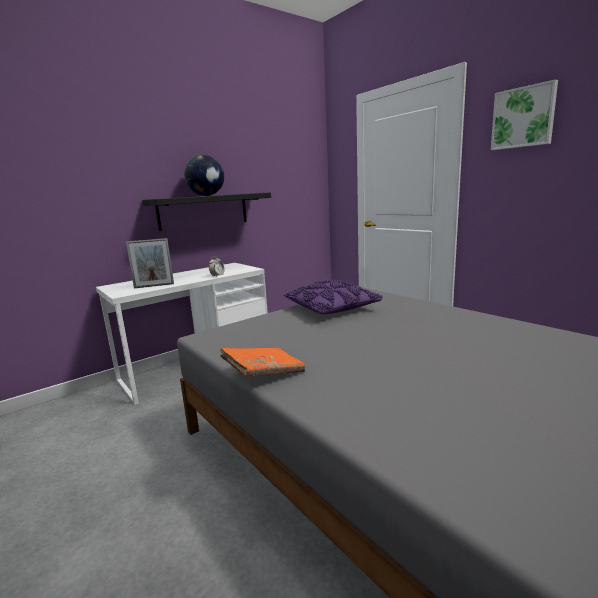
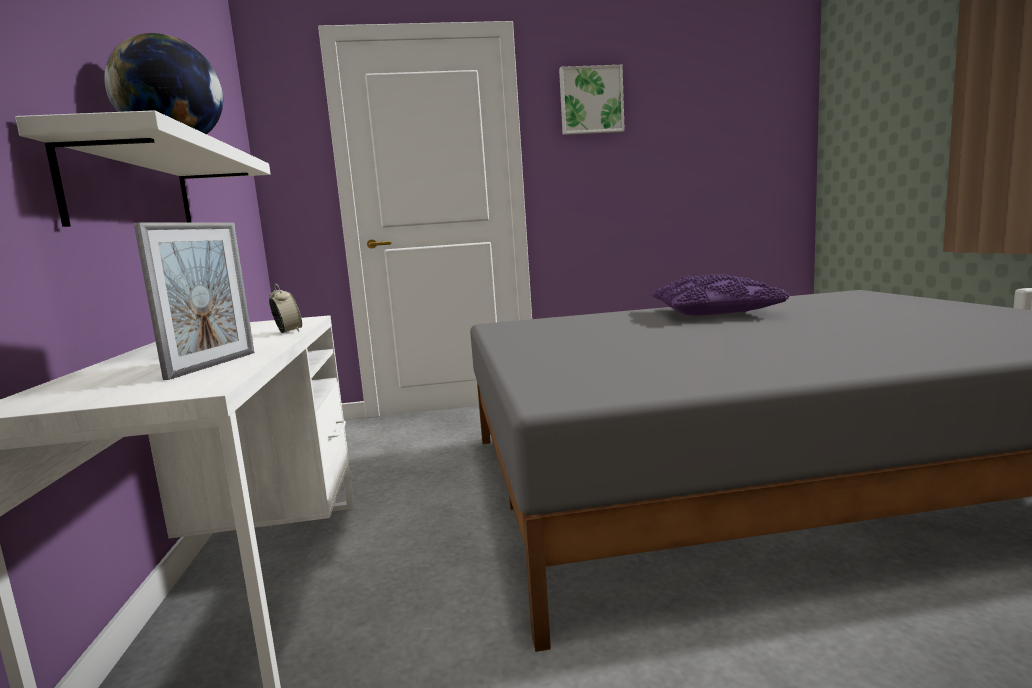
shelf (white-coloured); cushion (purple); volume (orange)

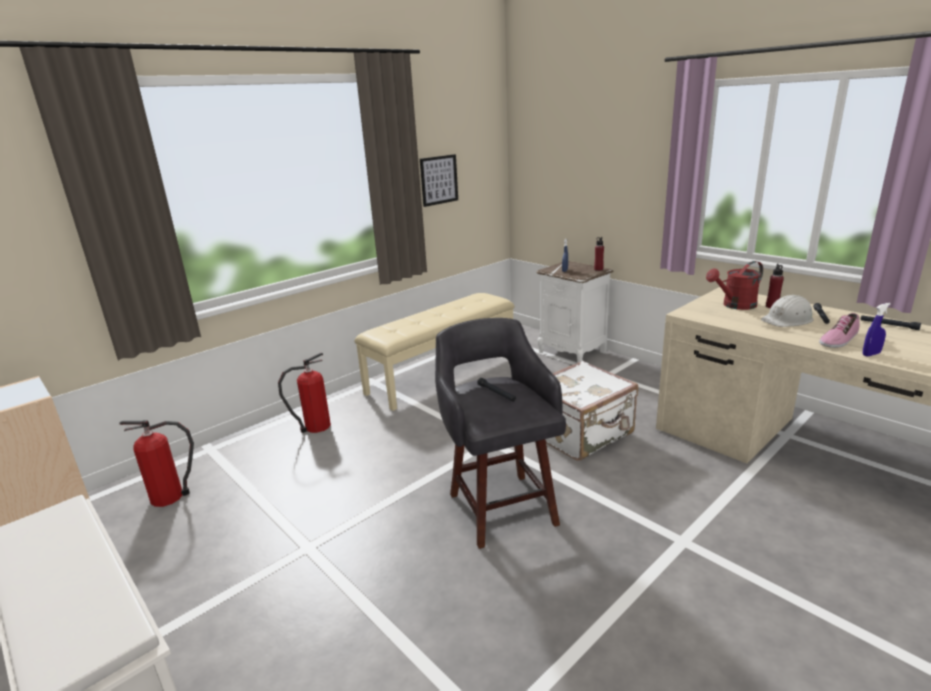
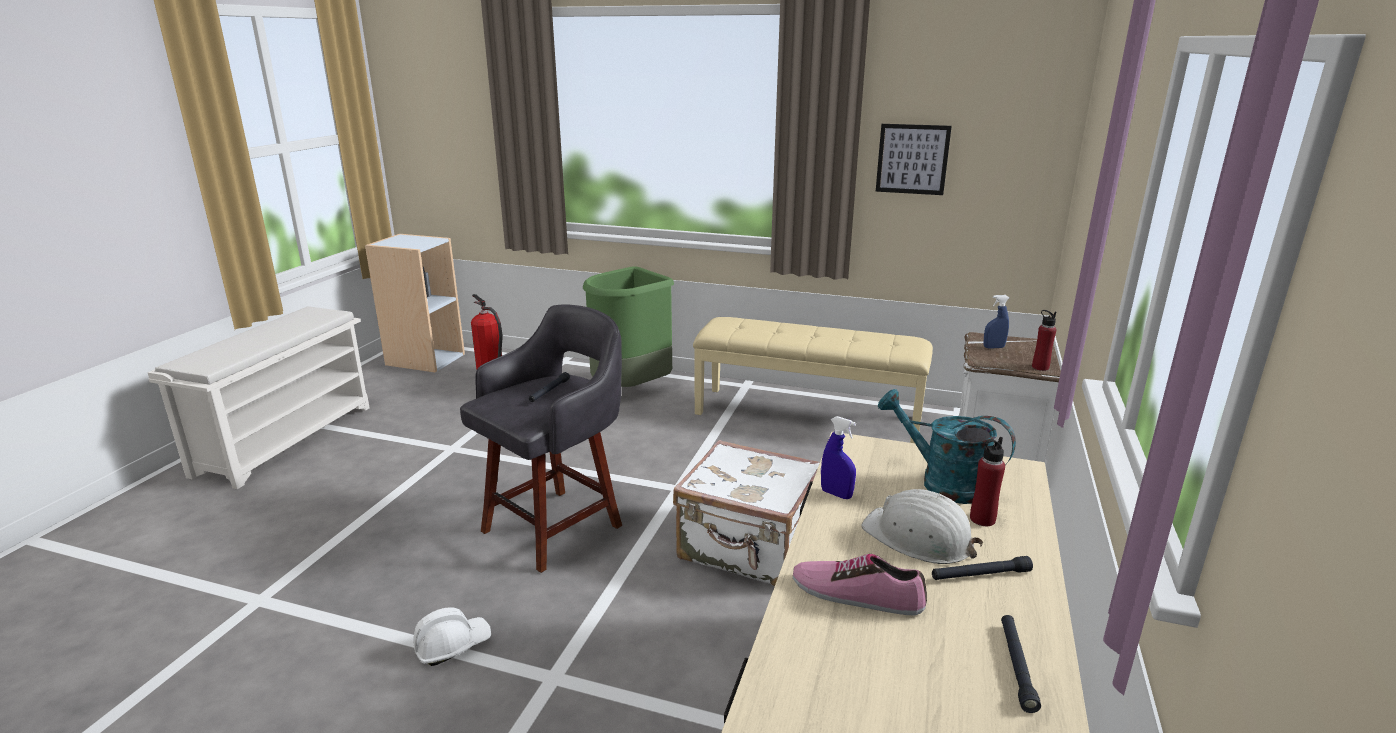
work helmet (white-coloured) (1st from left); waste bin (green); hand sprayer (blue-coloured) (1st from left); sprinkling can (blue-green)

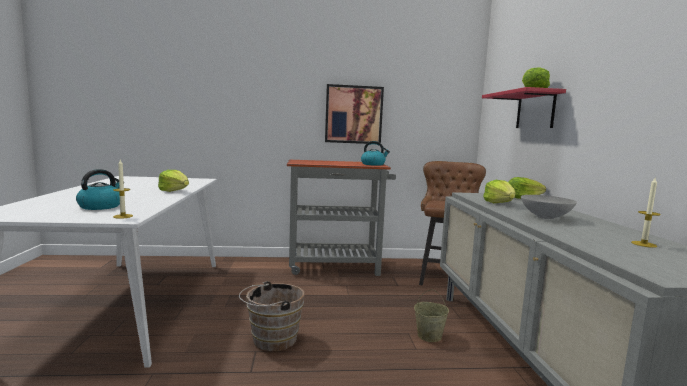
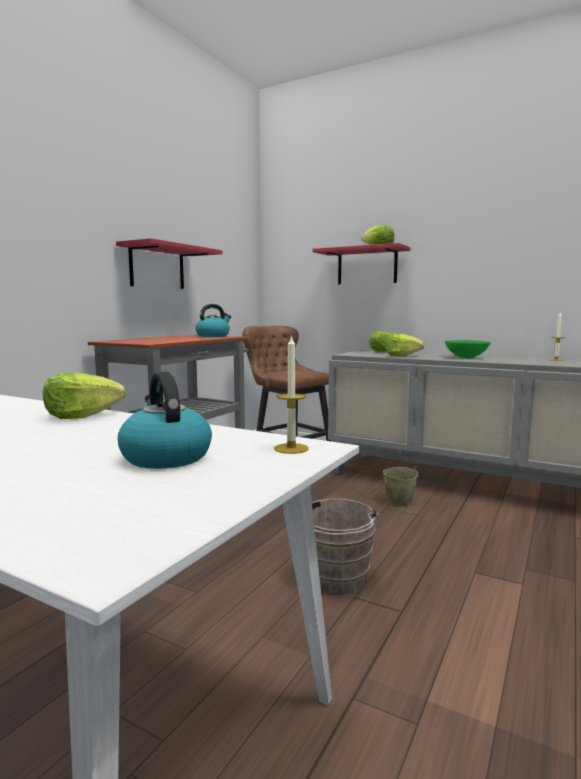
shelf (red) (1st from left); bowl (green)

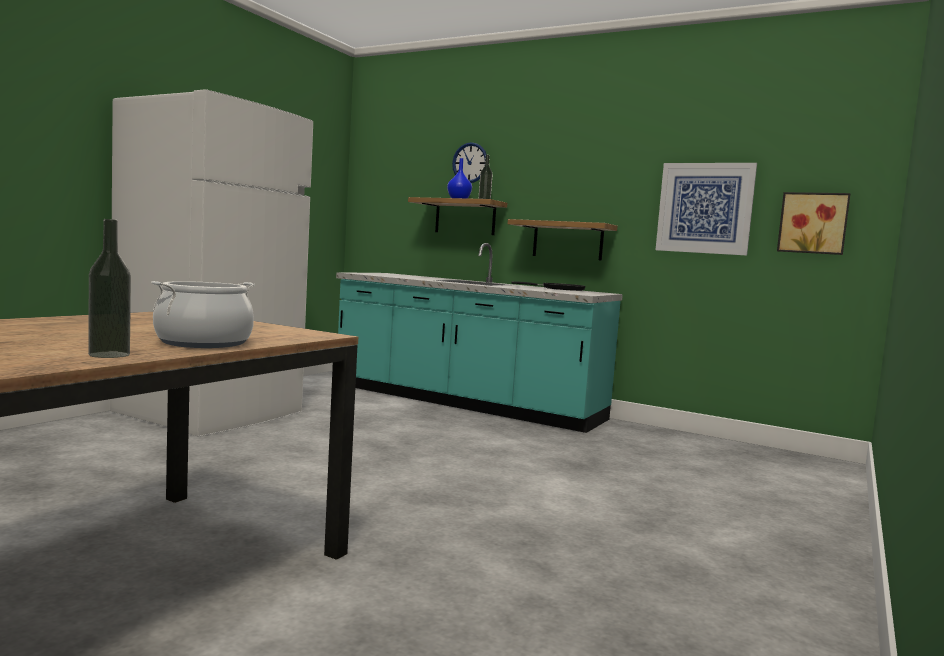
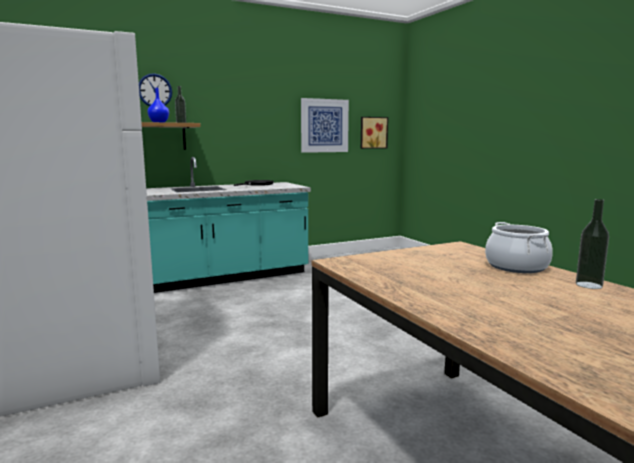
shelf (2nd from left in the first image)

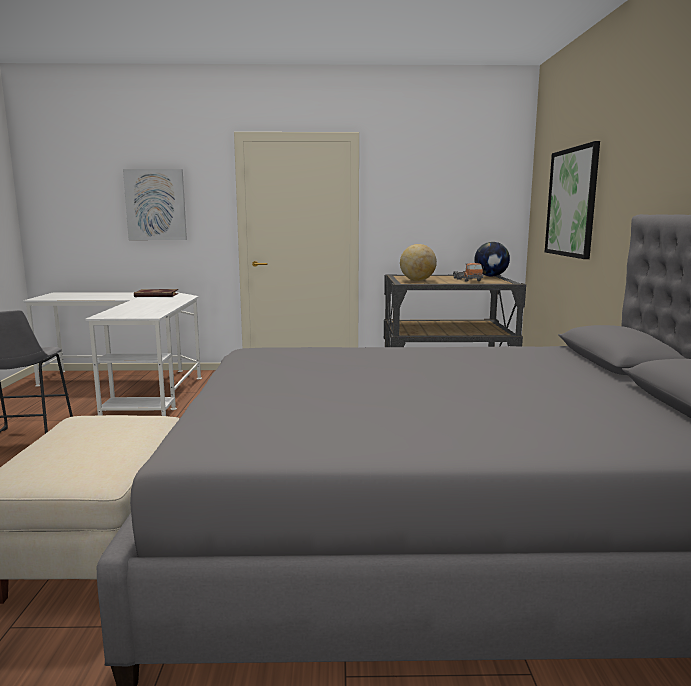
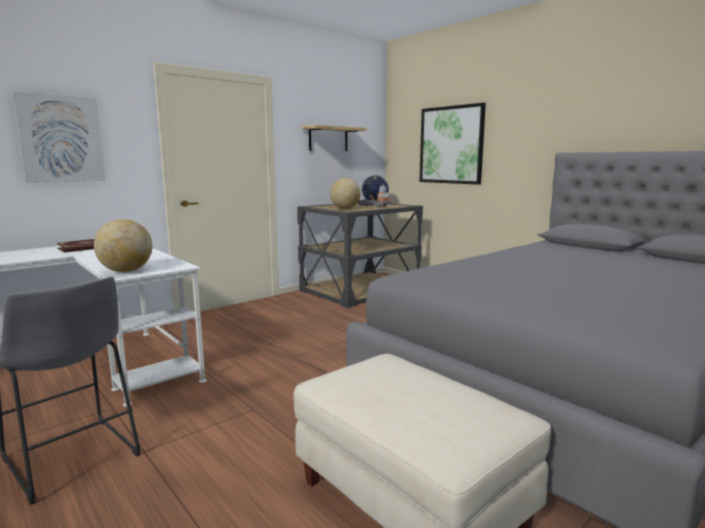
world globe (1st from left); shelf

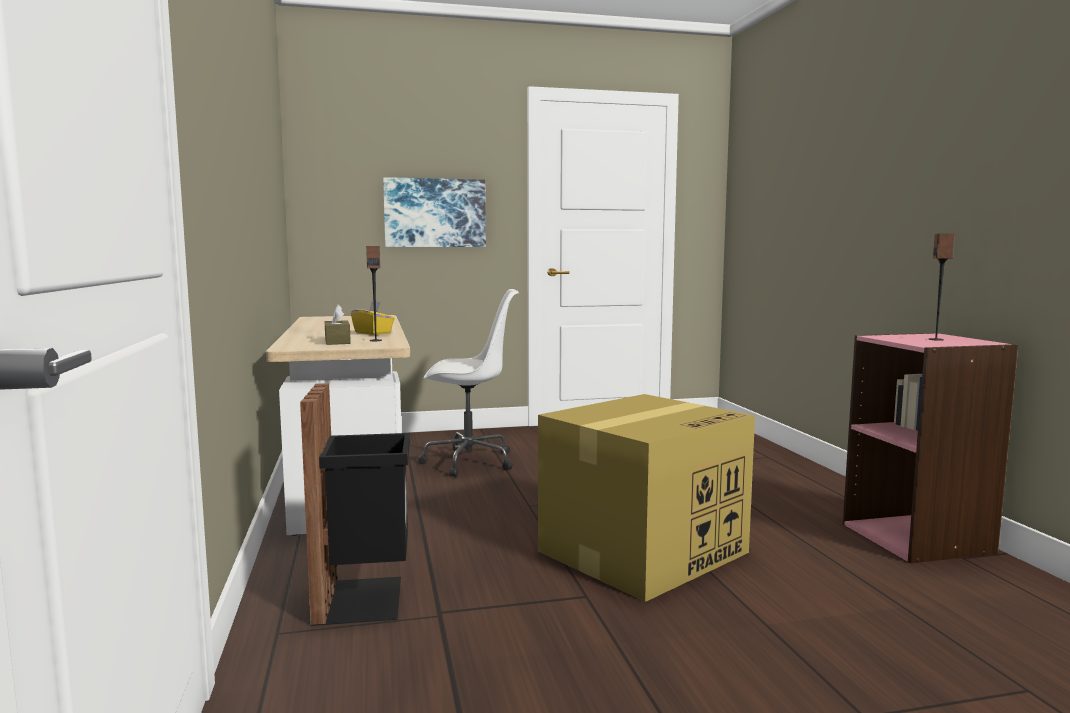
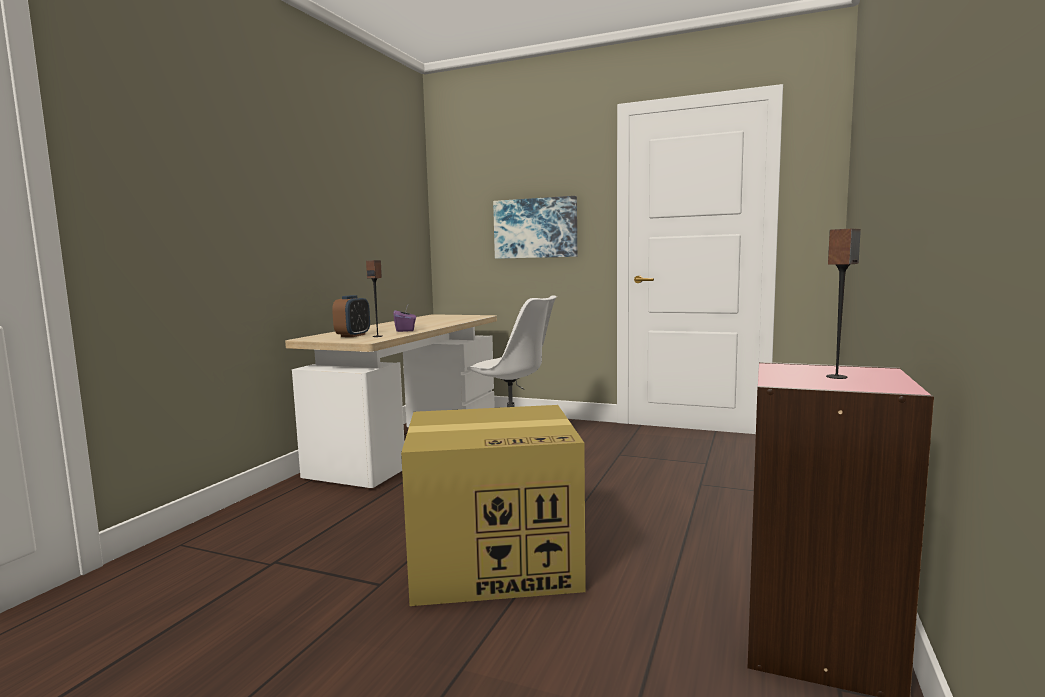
bedside clock; tissue holder (purple); waste bin (blackish)

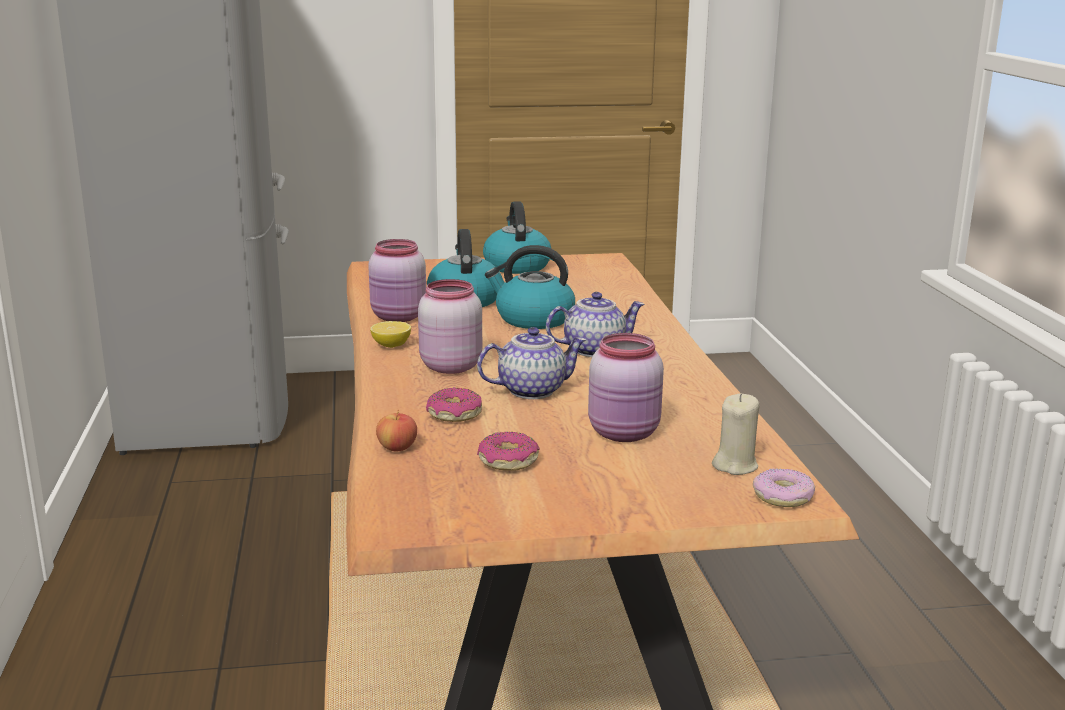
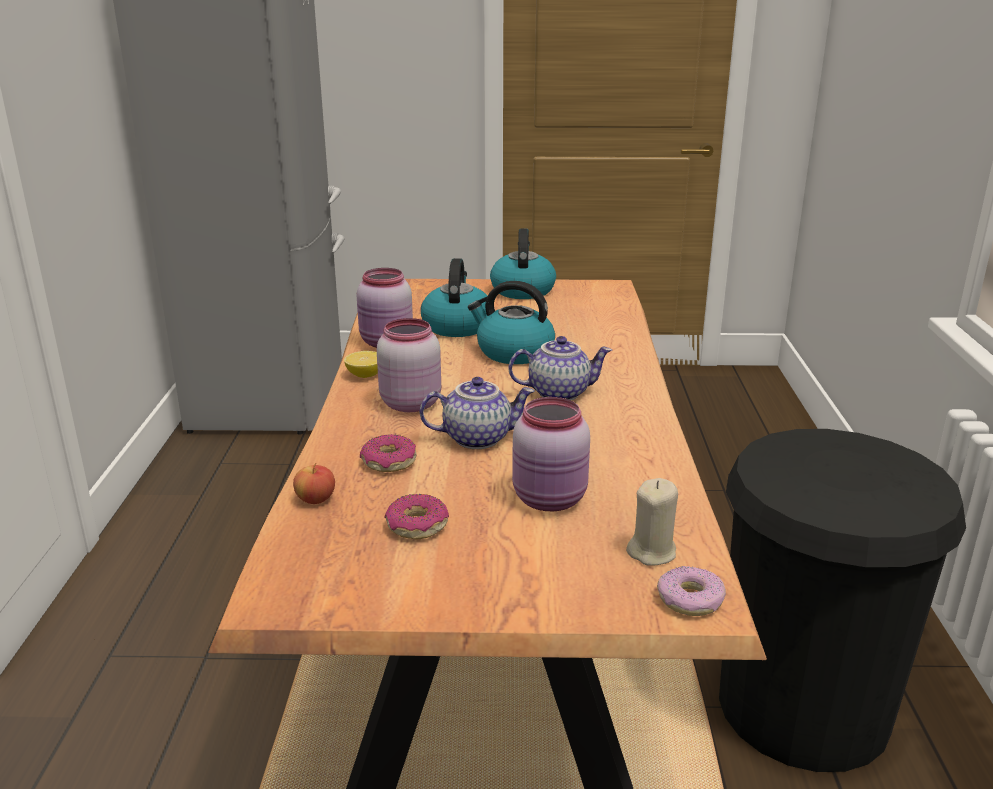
waste bin (blackish)

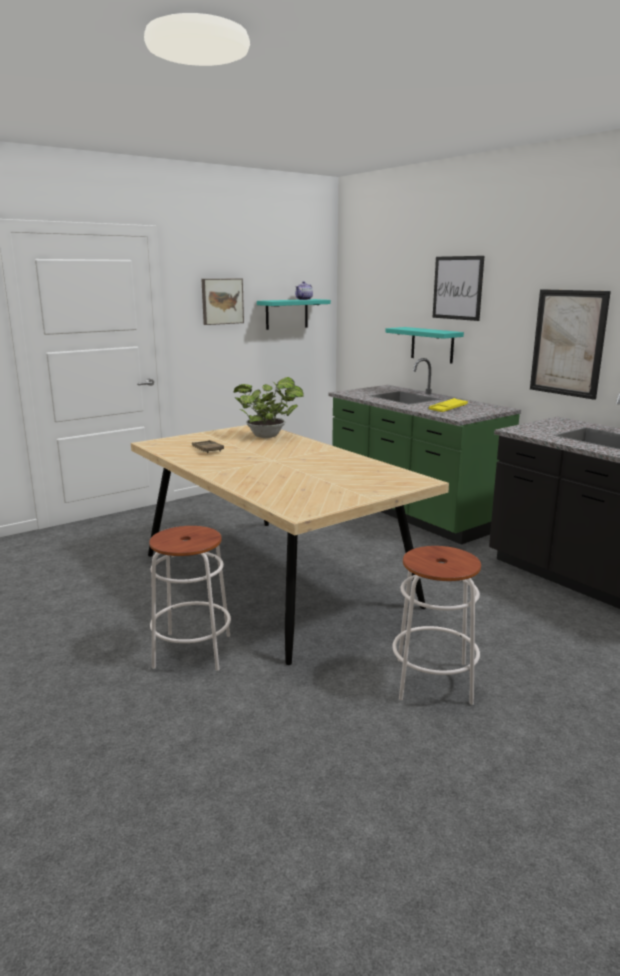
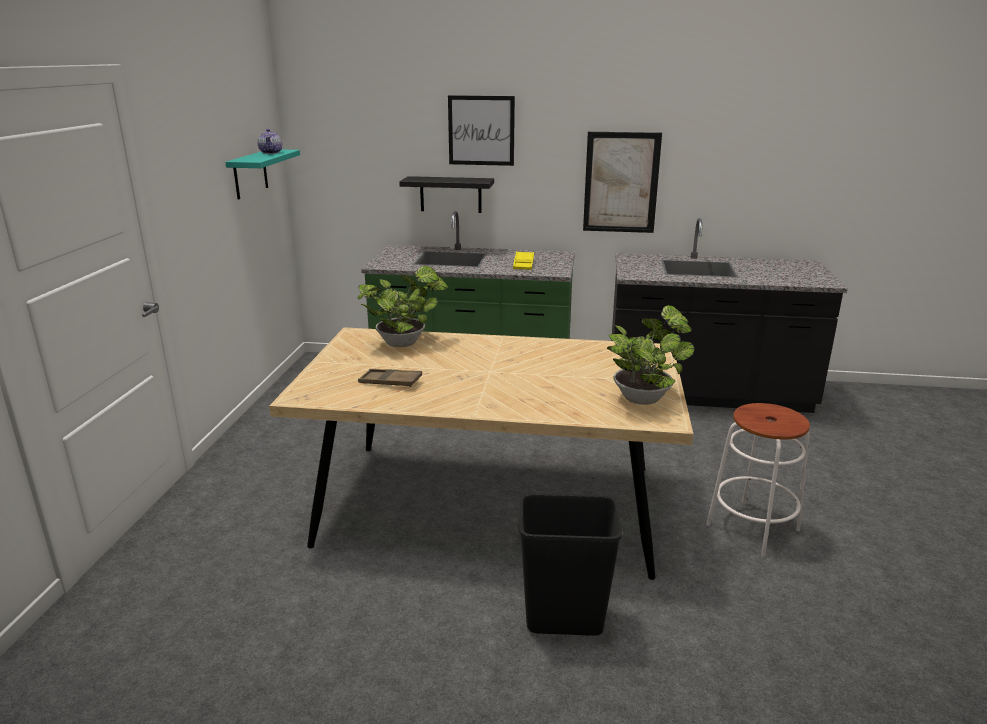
shelf (blackish); waste bin (blackish); plant in a pot (2nd from left); wall art (1st from left in the first image)

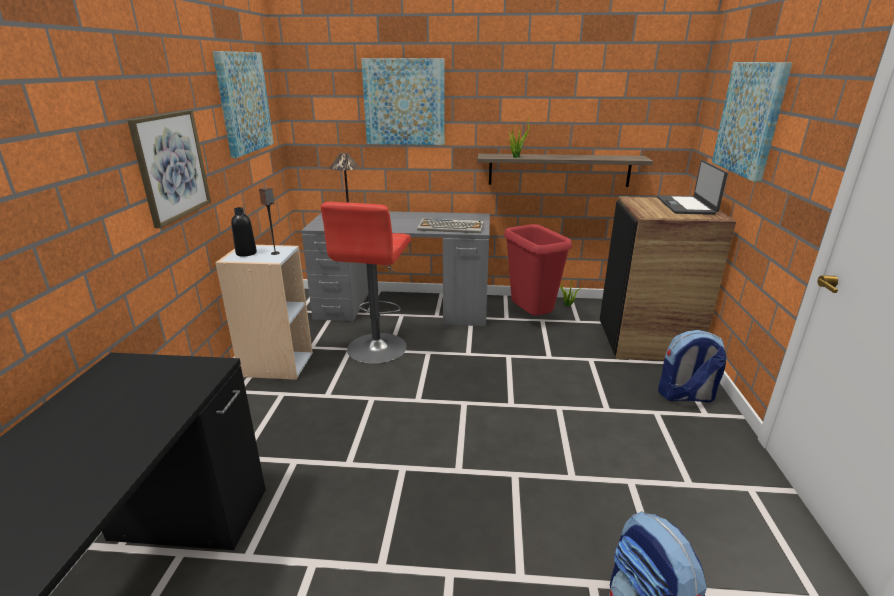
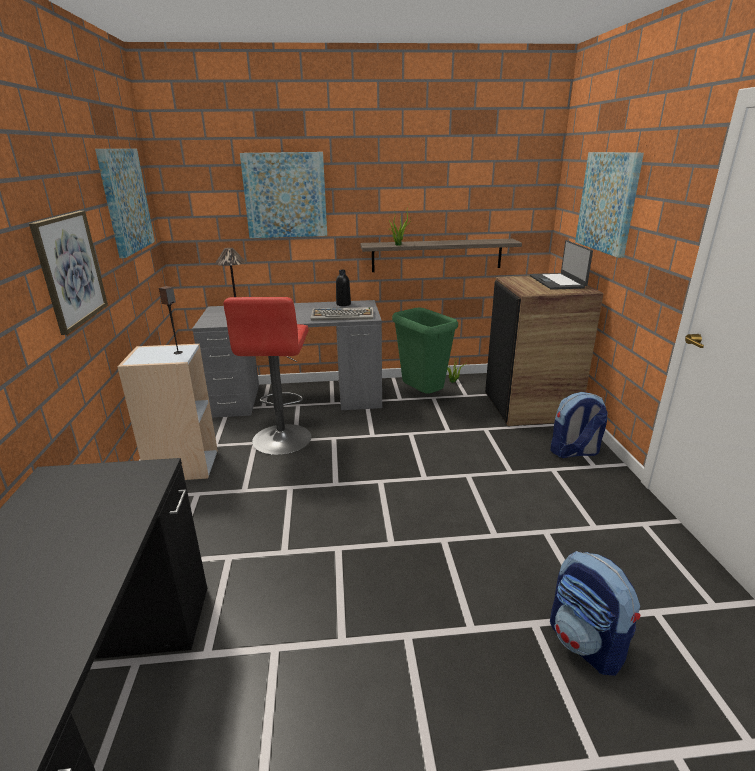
beverage bottle (blackish); waste bin (green)

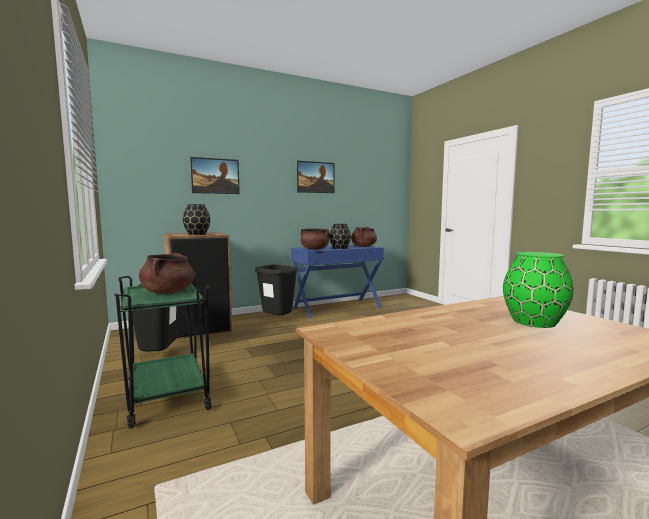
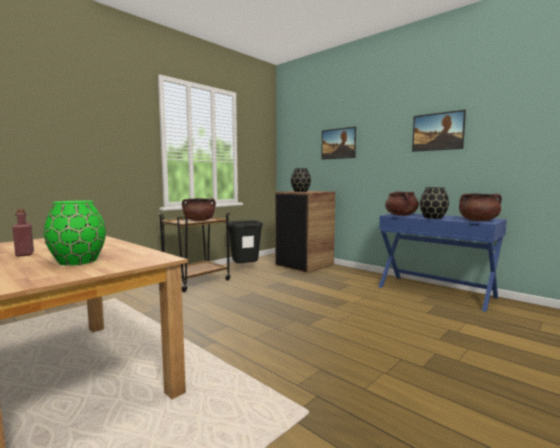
beverage bottle (red); cart (brownish); waste bin (blackish) (2nd from left in the first image)

